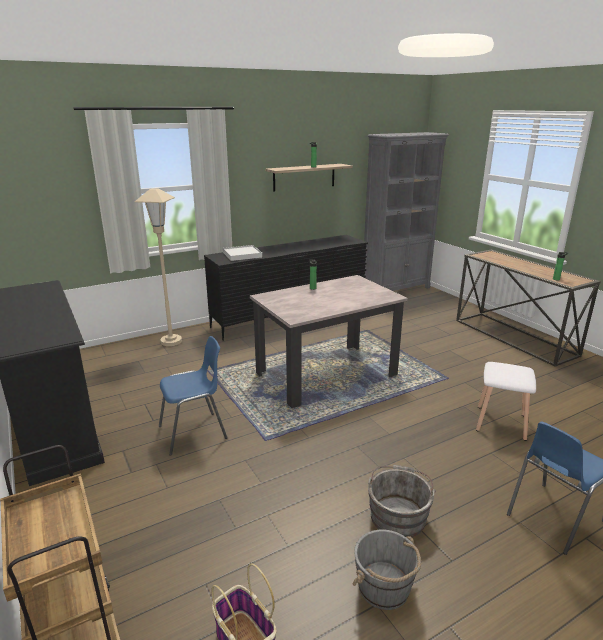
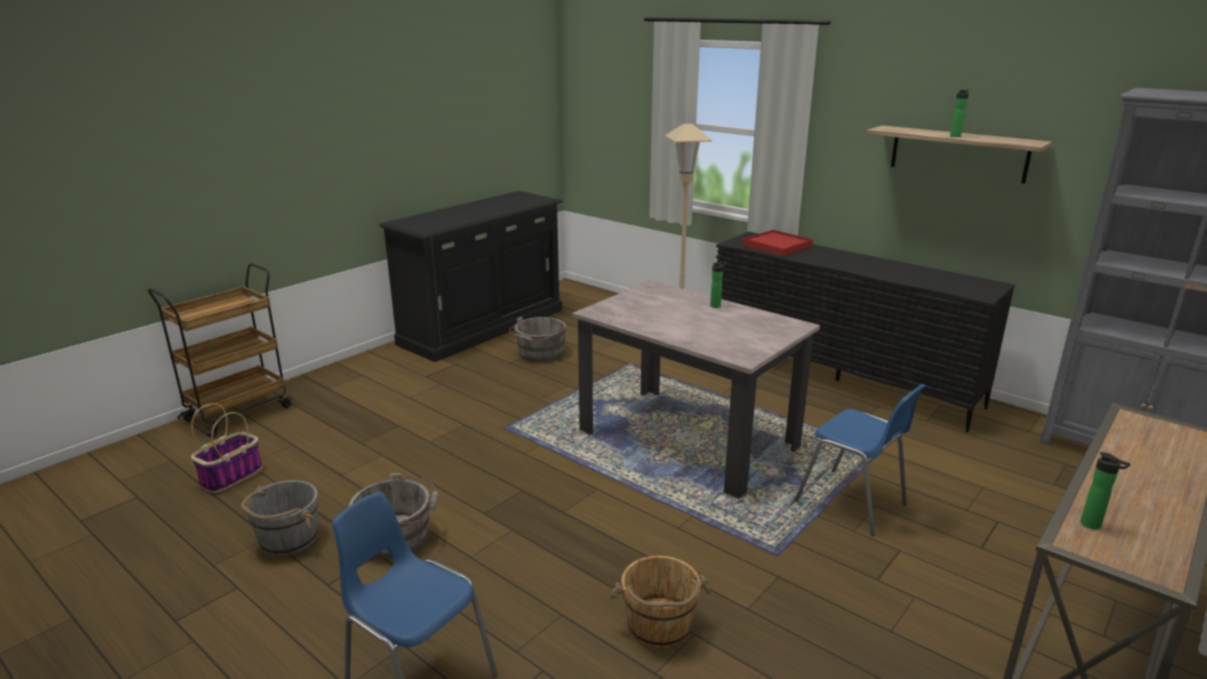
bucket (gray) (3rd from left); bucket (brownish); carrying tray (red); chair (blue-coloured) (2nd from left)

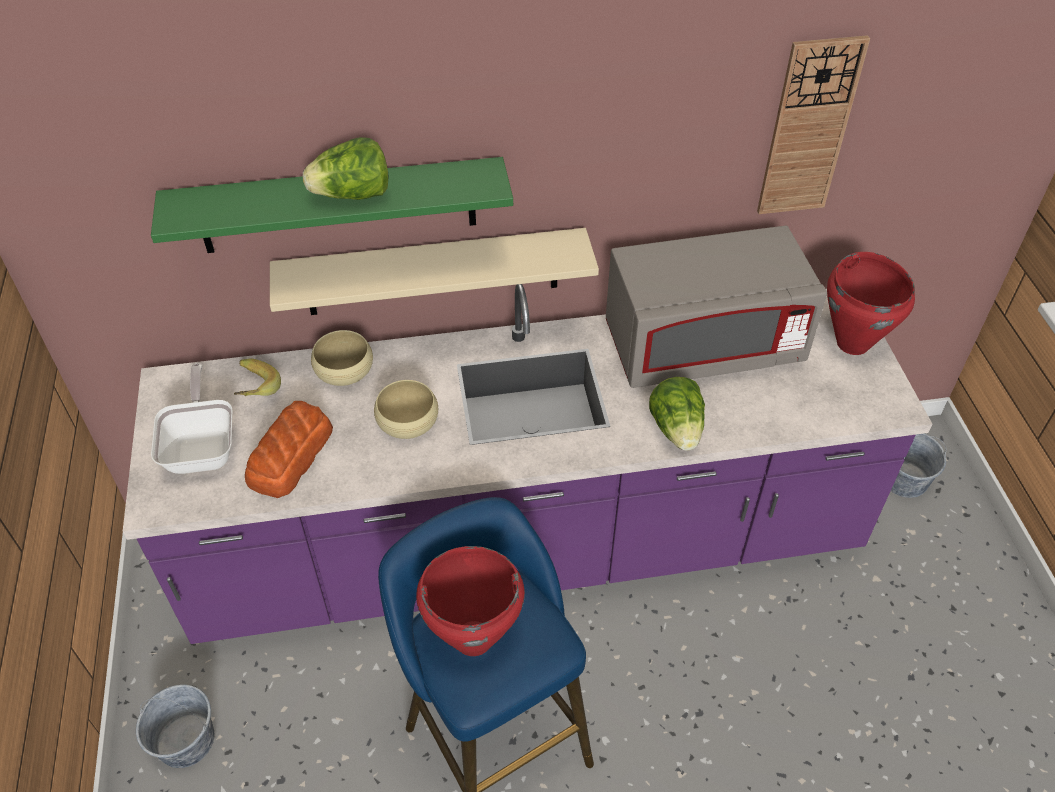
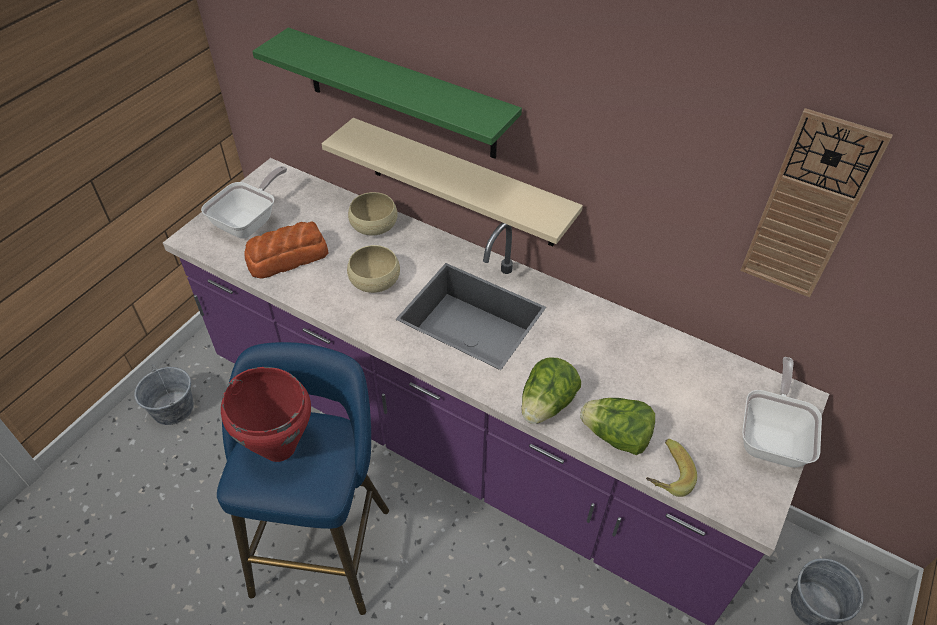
head of lettuce (2nd from left); whole banana; pan (2nd from left); microwave oven (gray)

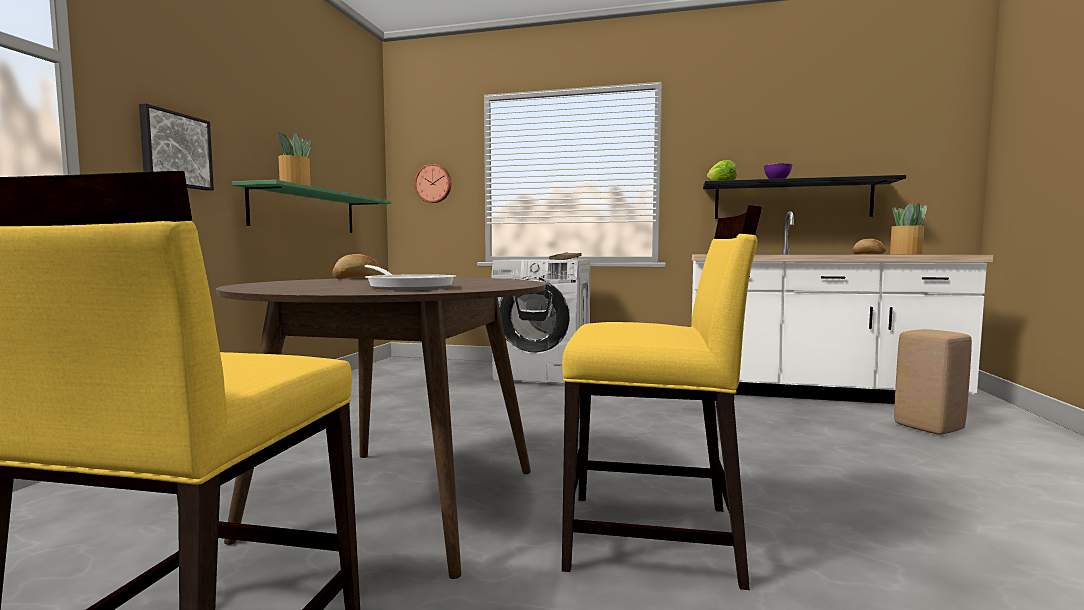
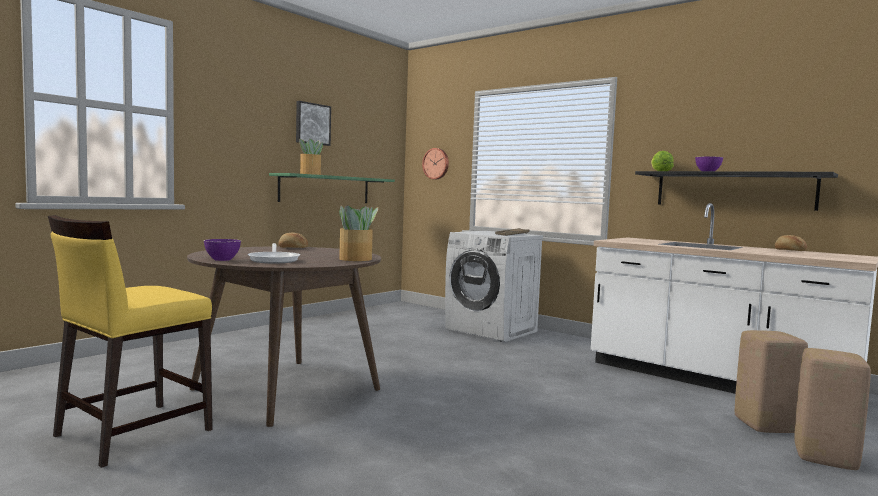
bowl (purple) (1st from left); wall art; plant in a pot (2nd from left); stool seat (sand-coloured) (2nd from left); chair (yellow) (2nd from left in the first image)

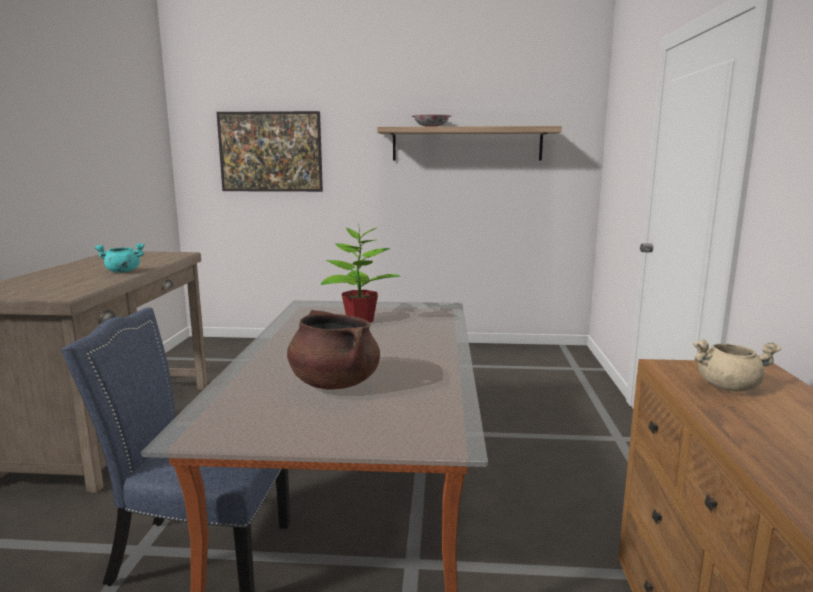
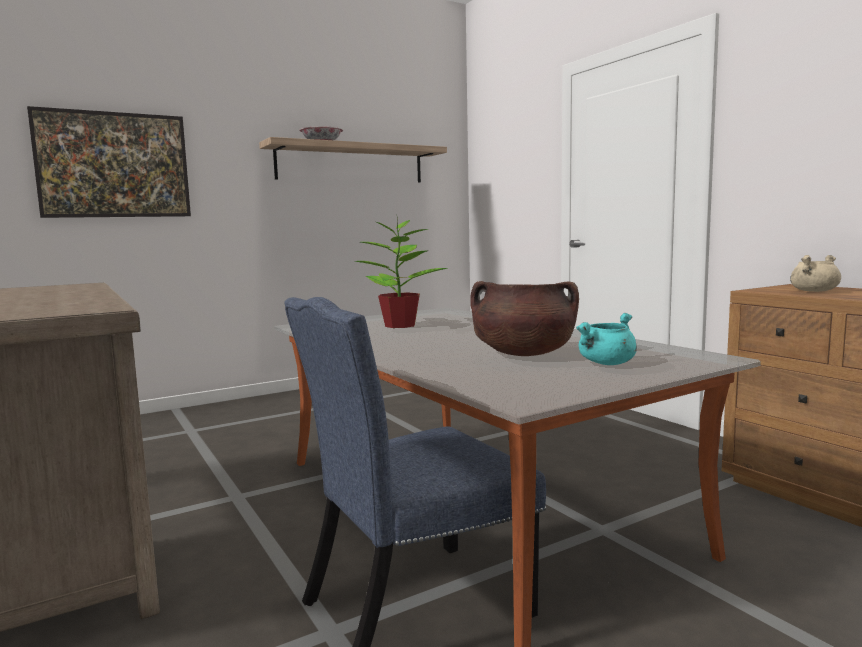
saucepot (blue-green)

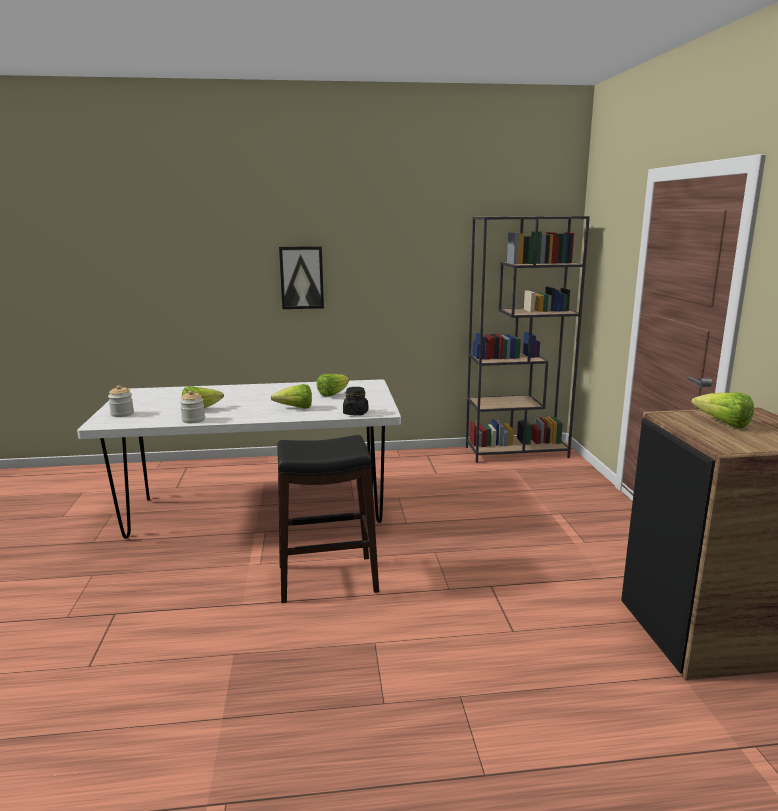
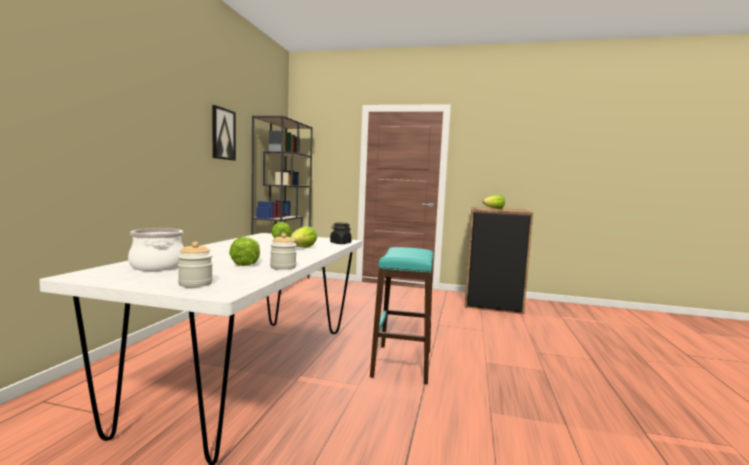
saucepot; wall art; stool seat (blue-green)

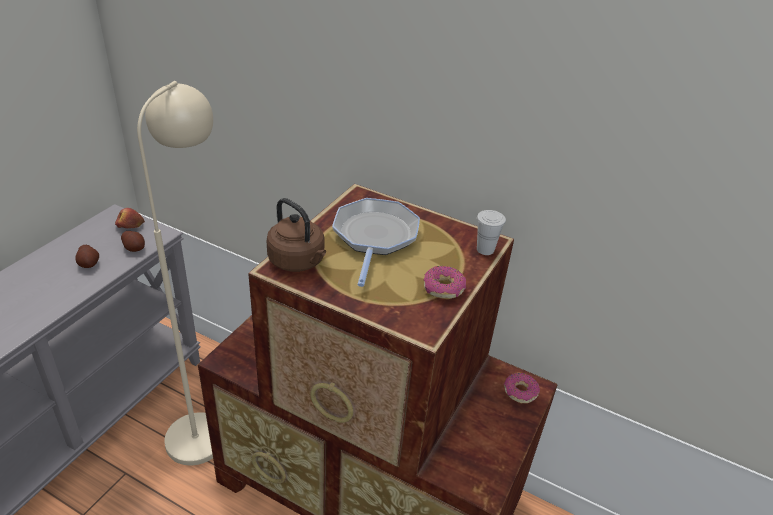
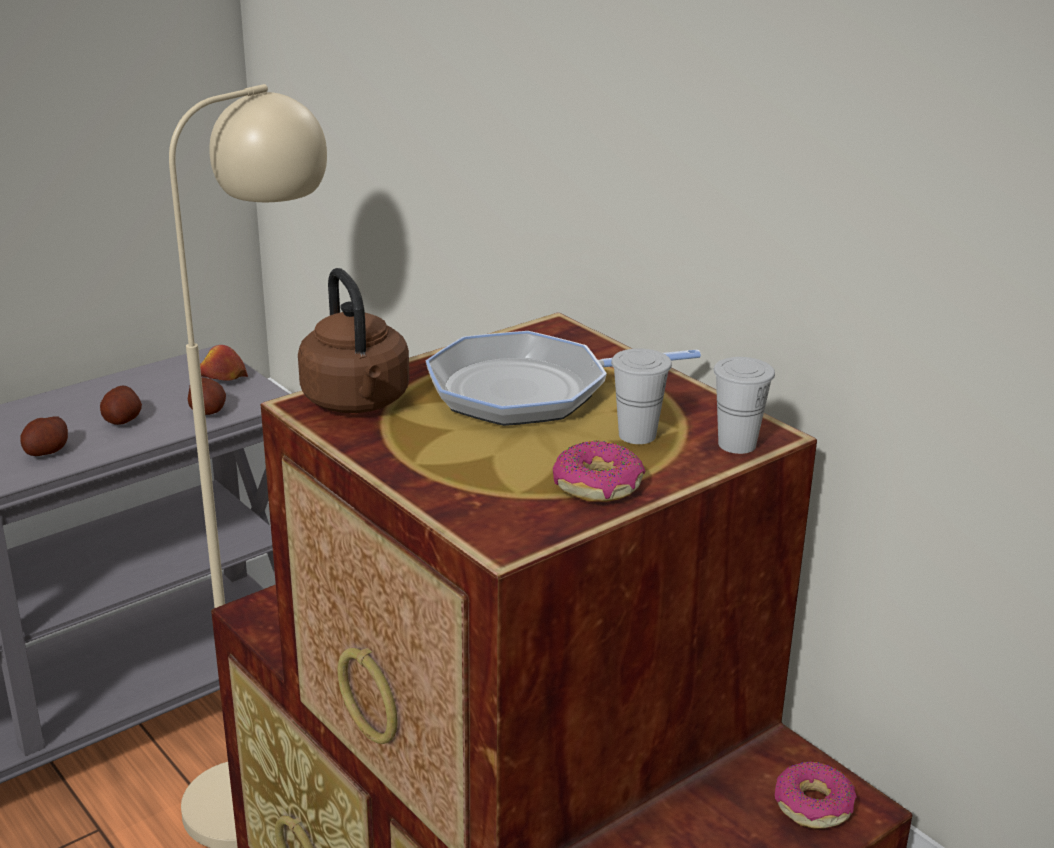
spud (1st from left); pan; small cup (white-coloured) (1st from left)

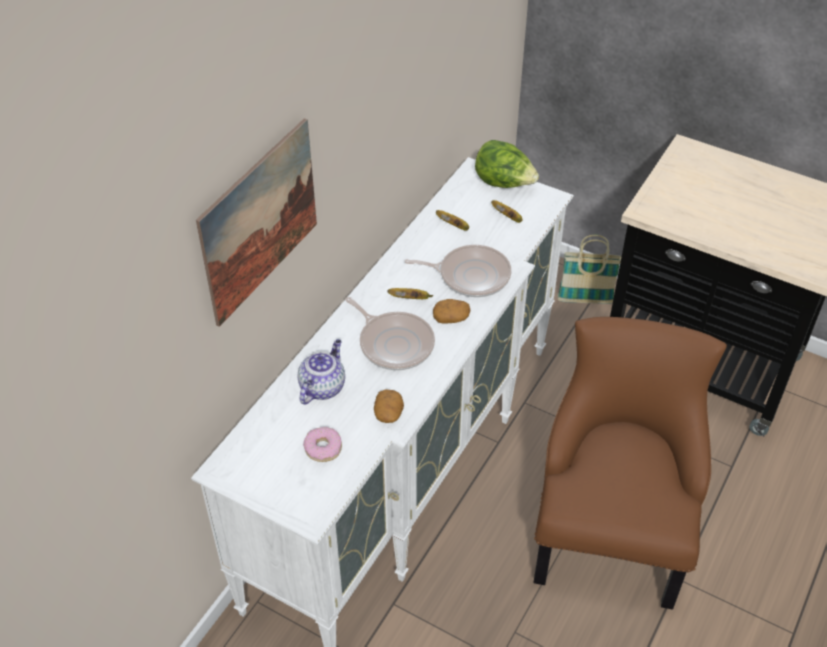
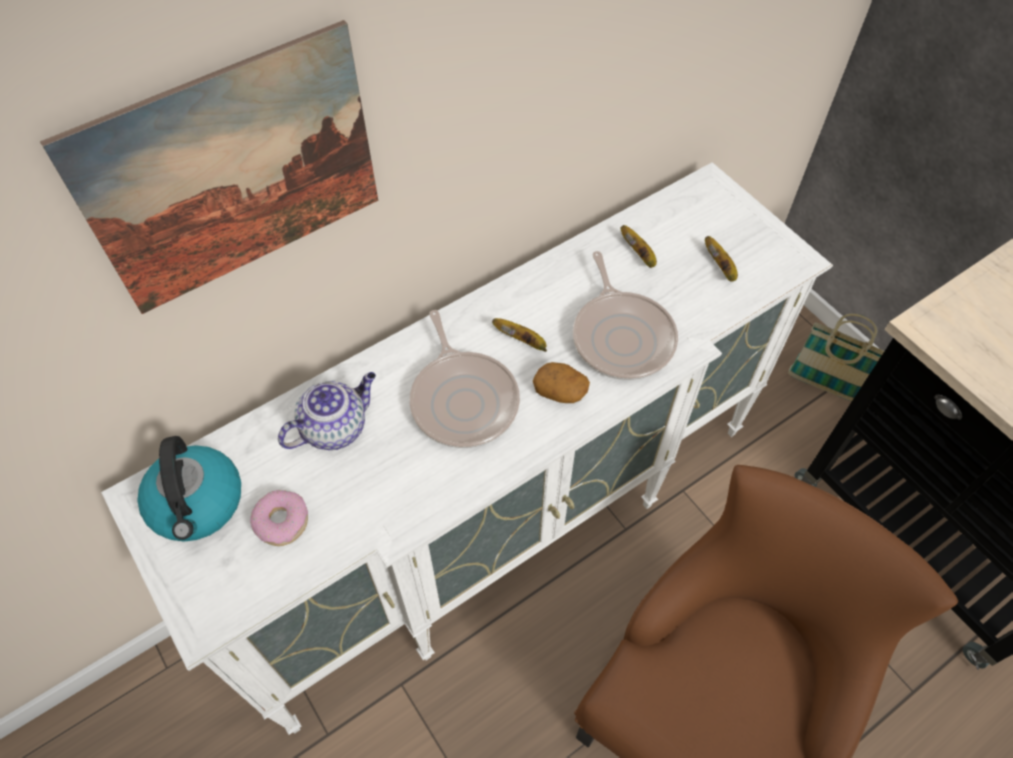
tea kettle; pan (2nd from left); spud (1st from left in the first image); head of lettuce

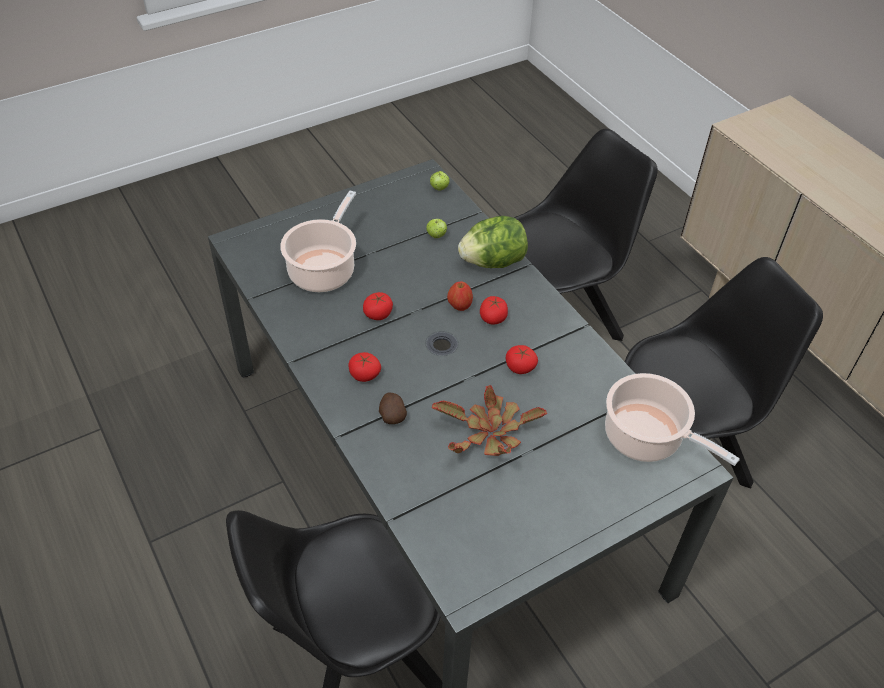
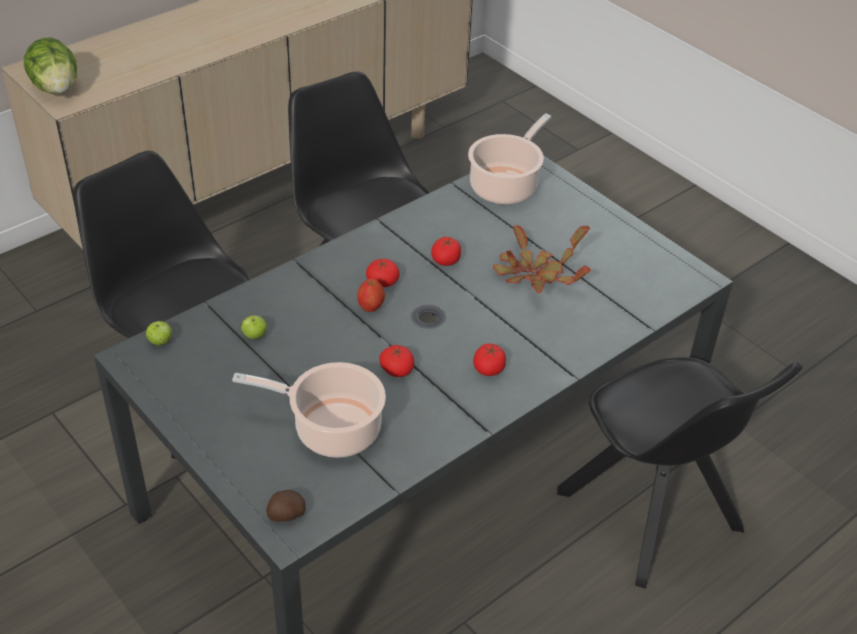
head of lettuce; spud

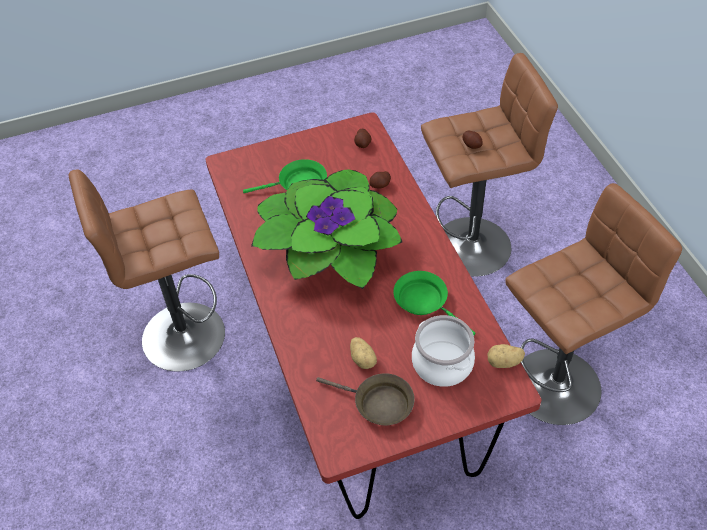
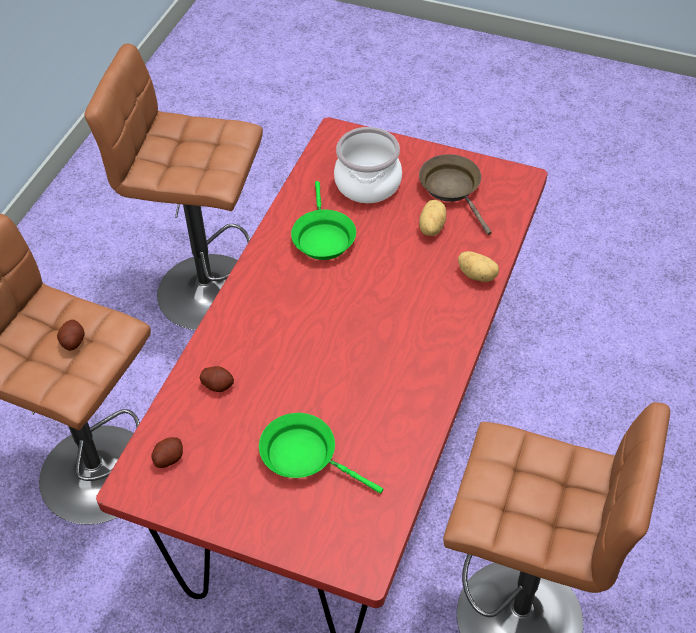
spud (5th from left); plant in a pot

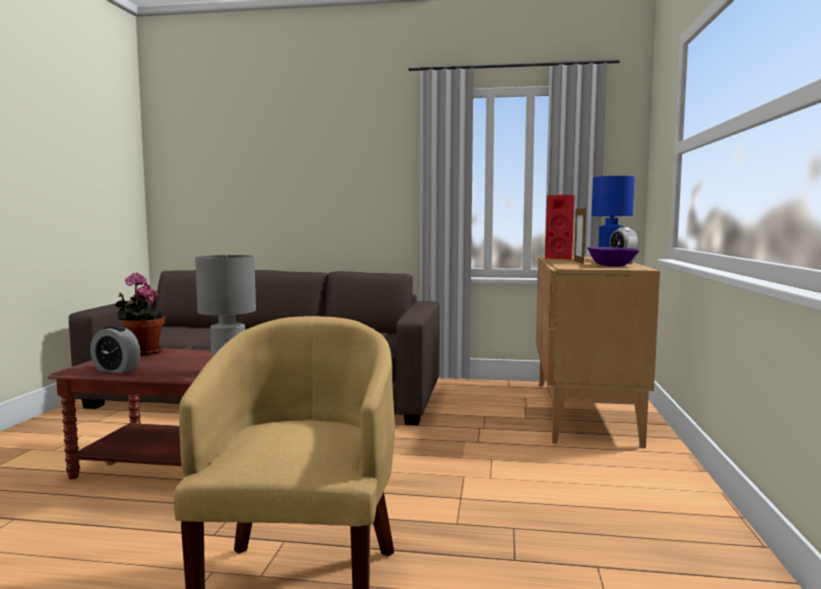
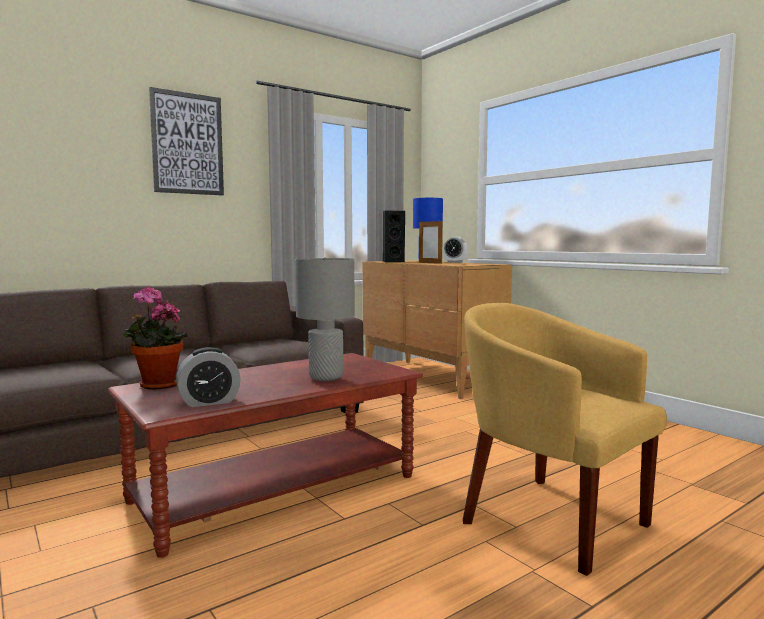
wall art; speaker (blackish); bowl (purple)

